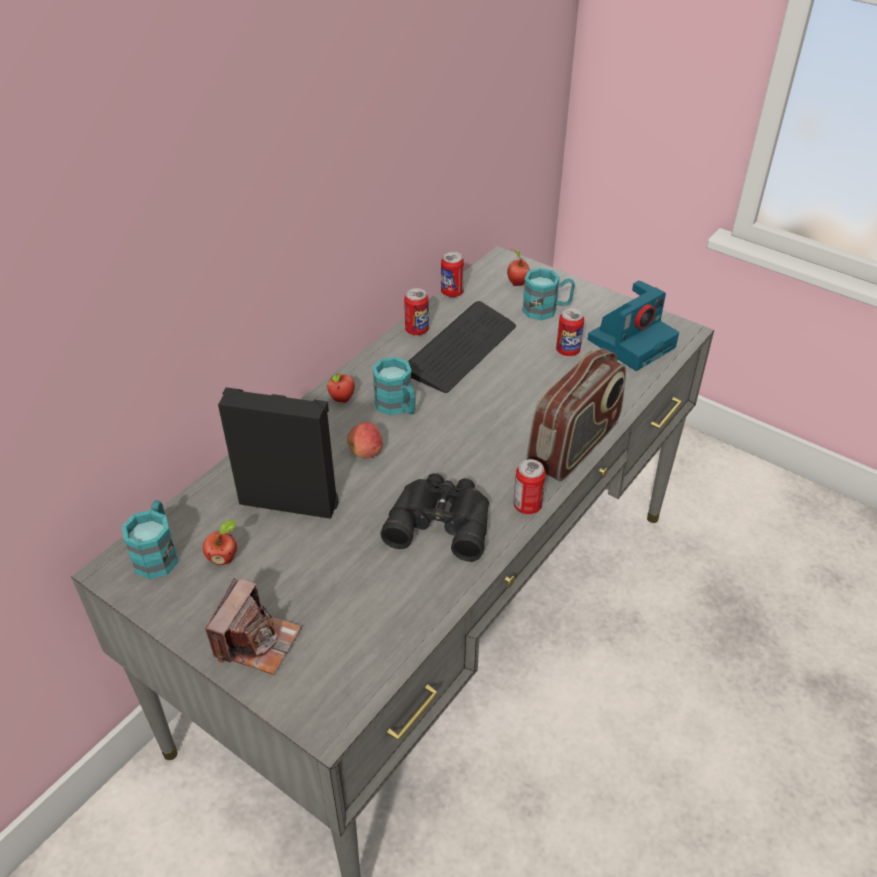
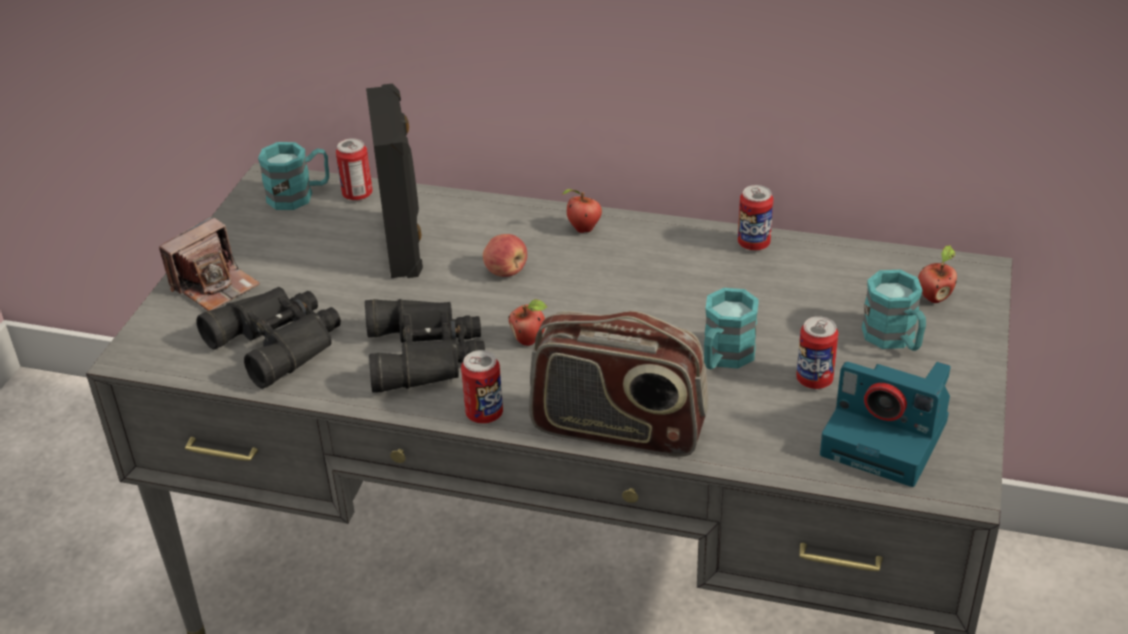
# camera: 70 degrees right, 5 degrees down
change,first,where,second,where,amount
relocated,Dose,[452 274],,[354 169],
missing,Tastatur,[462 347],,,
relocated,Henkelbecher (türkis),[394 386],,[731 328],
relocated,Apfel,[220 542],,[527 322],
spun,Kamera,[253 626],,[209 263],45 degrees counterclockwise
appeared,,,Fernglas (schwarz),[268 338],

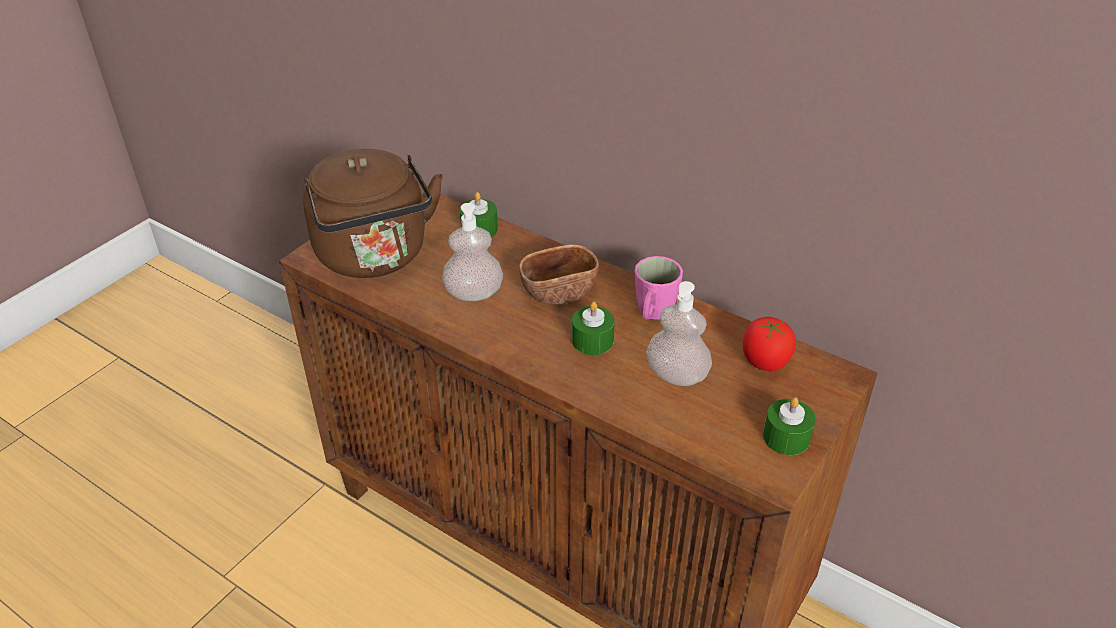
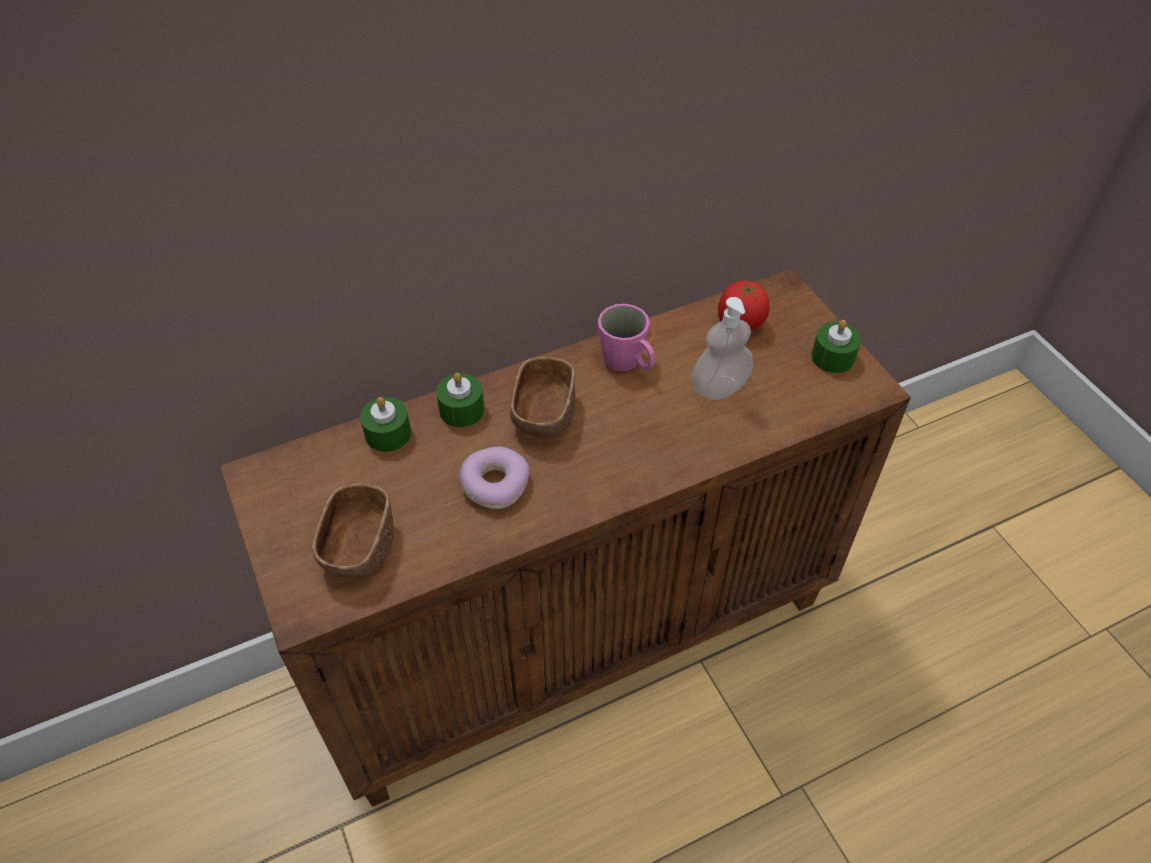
# camera: 60 degrees left, 10 degrees up
change,first,where,second,where,amount
exchanged,Wasserkessel (braun),[373 213],Schüssel (braun),[353 530],
exchanged,Seifenspender,[472 252],Donut,[494 477],
relocated,Kerze (grün),[593 328],,[460 400],

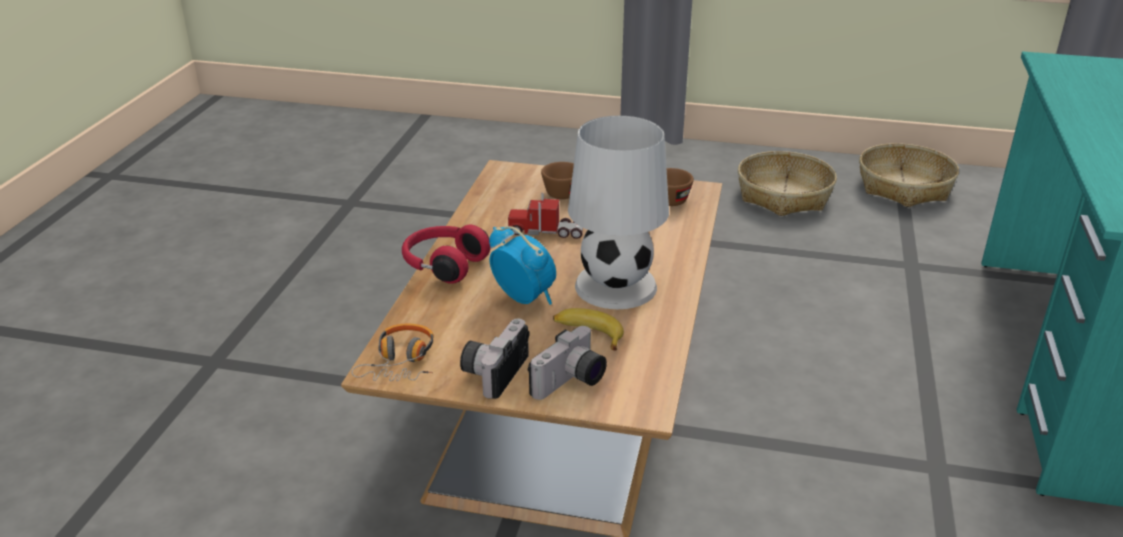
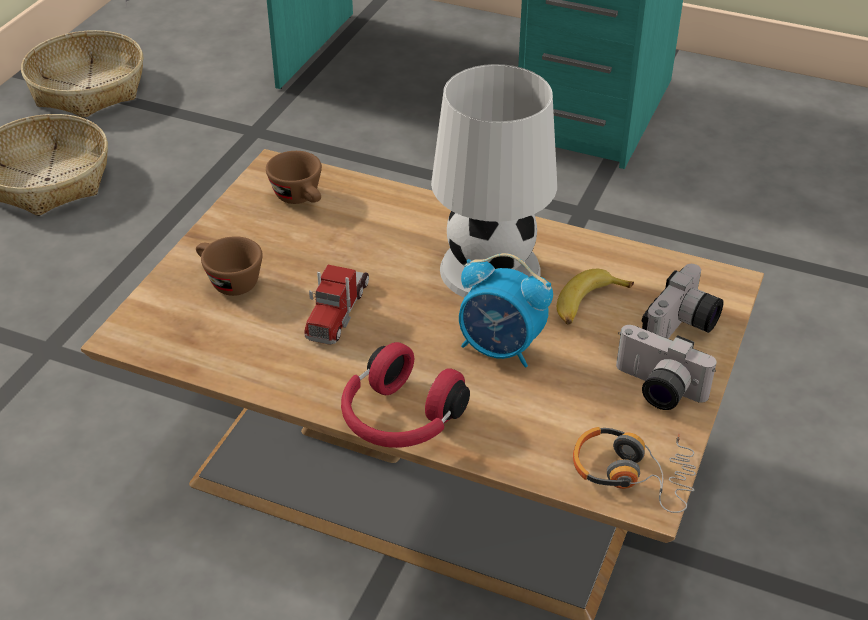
# camera: 80 degrees left, 10 degrees up
change,first,where,second,where,amount
spun,Wecker,[522 265],,[506 310],120 degrees counterclockwise
spun,Kamera,[567 363],,[683 301],75 degrees clockwise

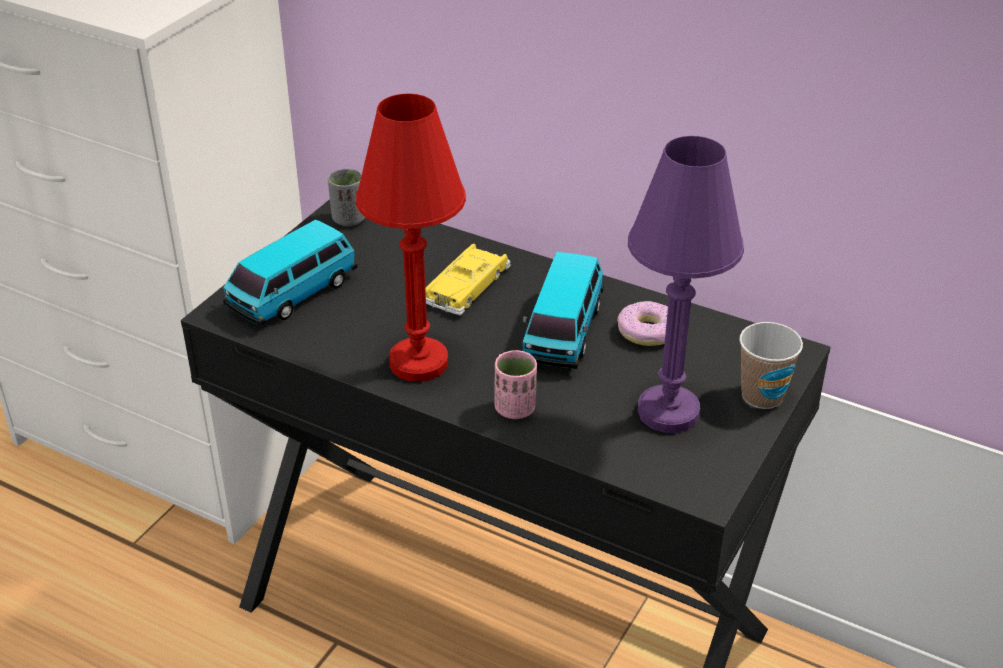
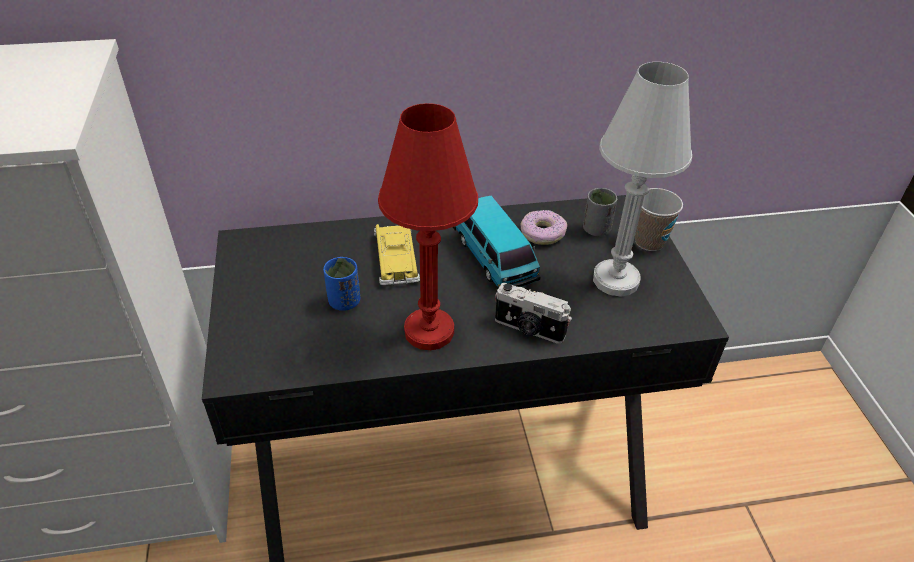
# camera: 40 degrees left, 5 degrees up
change,first,where,second,where,amount
colour,Tischlampe (lila),[686 284],Tischlampe (weiß),[642 179],
relocated,Tasse (grau),[346 197],,[600 212],
missing,Spielzeugauto,[290 273],,,
exchanged,Tasse (rosa),[515 384],Kamera,[533 313],
appeared,,,Tasse (blau),[341 284],

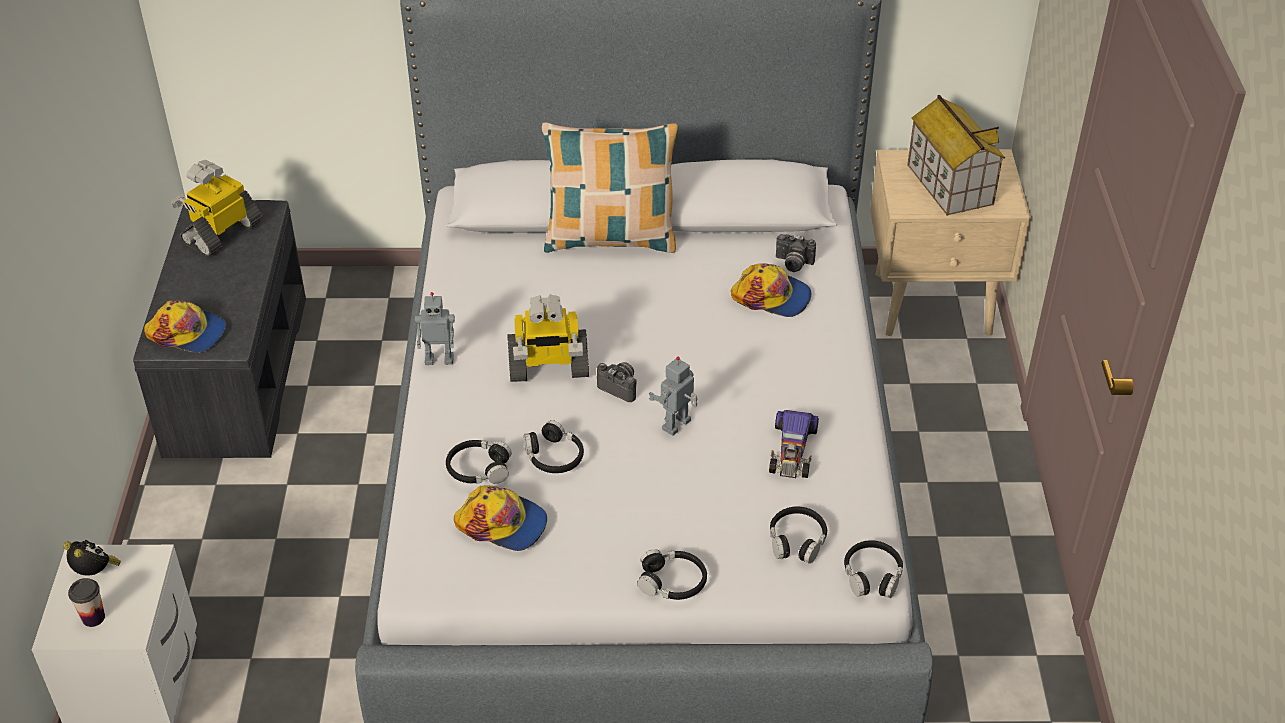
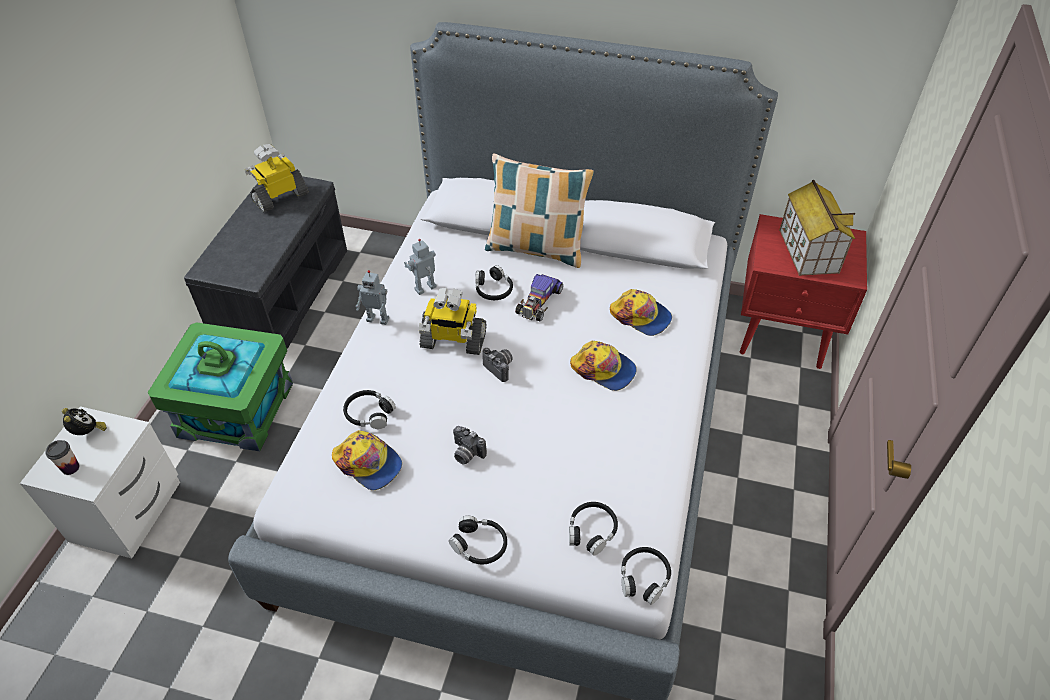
# camera: 15 degrees right, 5 degrees up
change,first,where,second,where,amount
colour,Nachttisch (beige),[950 242],Nachttisch (rot),[803 291],
relocated,Kamera,[796 253],,[470 445],
relocated,Kappe,[185 326],,[603 366],
relocated,Spielzeugroboter,[673 396],,[420 267],
relocated,Spielzeugauto,[794 444],,[539 297],
relocated,Kopfhörer (schwarz),[554 446],,[494 282],
appeared,,,Aufbewahrungsbox (grün),[220 386],

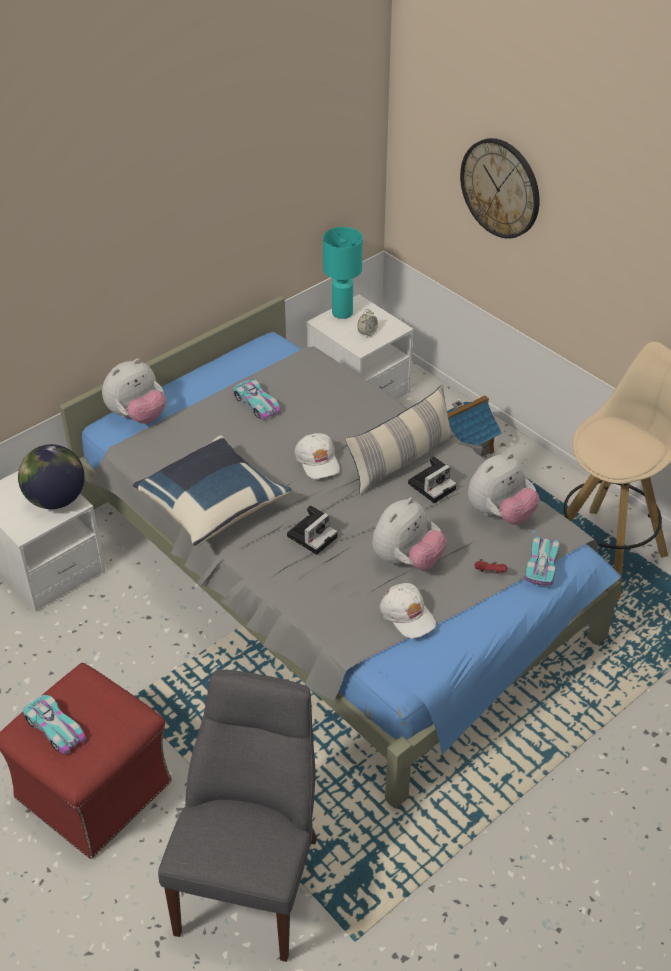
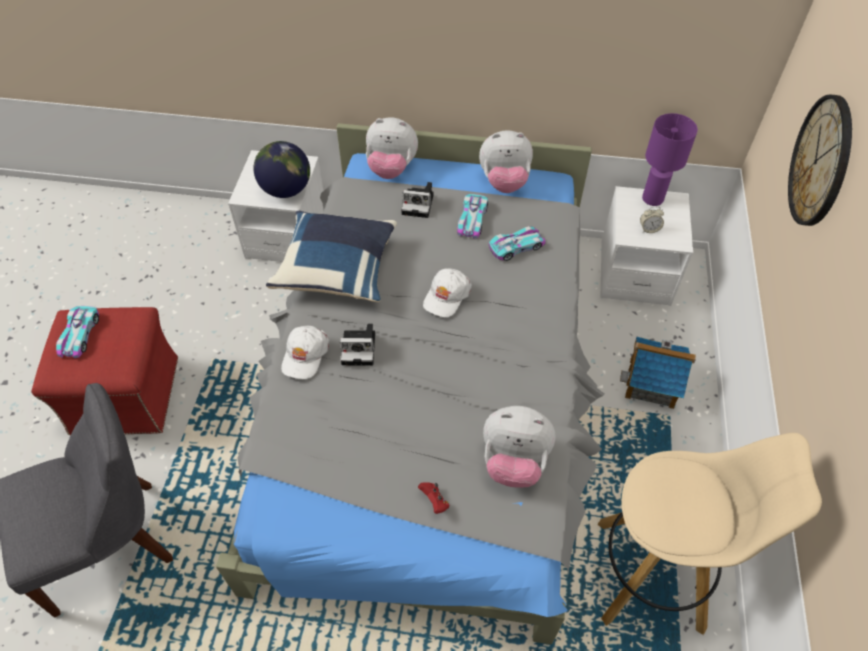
# camera: 50 degrees right, 10 degrees up
change,first,where,second,where,amount
colour,Tischlampe (türkis),[343 273],Tischlampe (lila),[670 159],
missing,Kissen,[400 439],,,
relocated,Kamera,[432 479],,[417 200],
relocated,Plüschtier,[409 533],,[506 161],
relocated,Spielzeugauto,[542 561],,[517 243],
relocated,Kappe (weiß),[408 611],,[305 352],

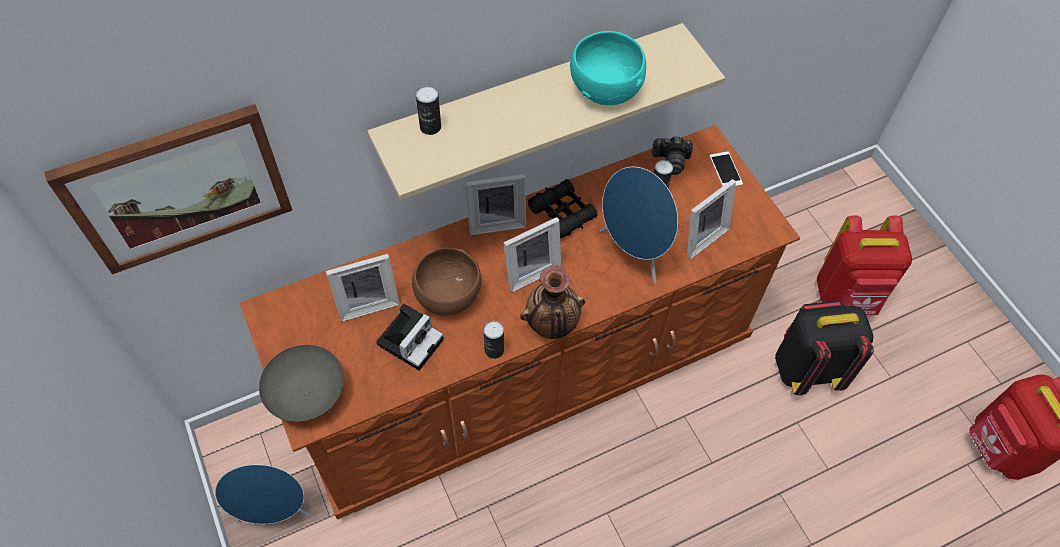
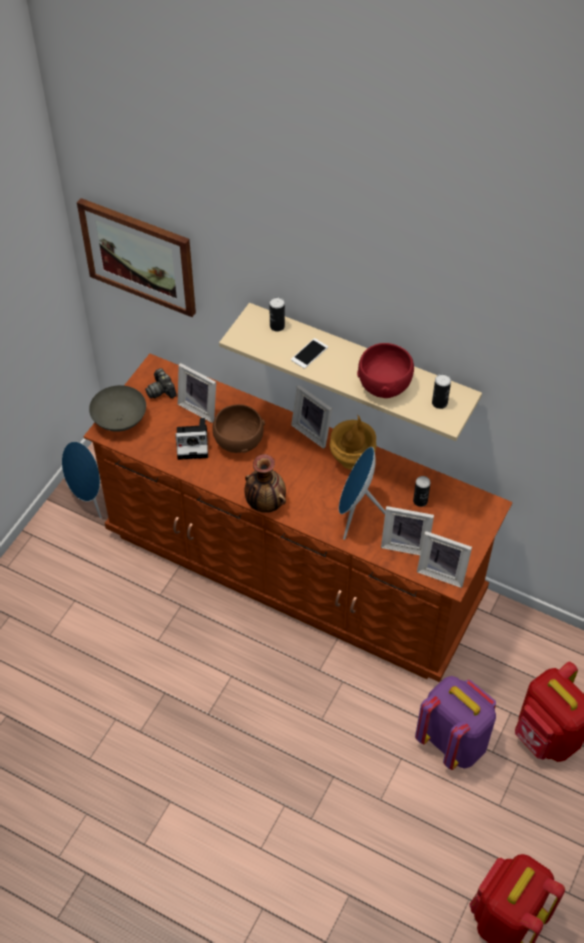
# camera: 55 degrees right, 5 degrees down
change,first,where,second,where,amount
colour,Schüssel (türkis),[608 68],Schüssel (rot),[385 370],
relocated,Kamera,[672 155],,[160 383],
relocated,Handy,[726 169],,[309 353],
exchanged,Fernglas (schwarz),[562 209],Vase (braun),[353 442],
relocated,Bilderrahmen,[533 254],,[444 559],
colour,Rucksack (schwarz),[824 347],Rucksack (lila),[455 723],
relocated,Dose,[494 340],,[441 391],

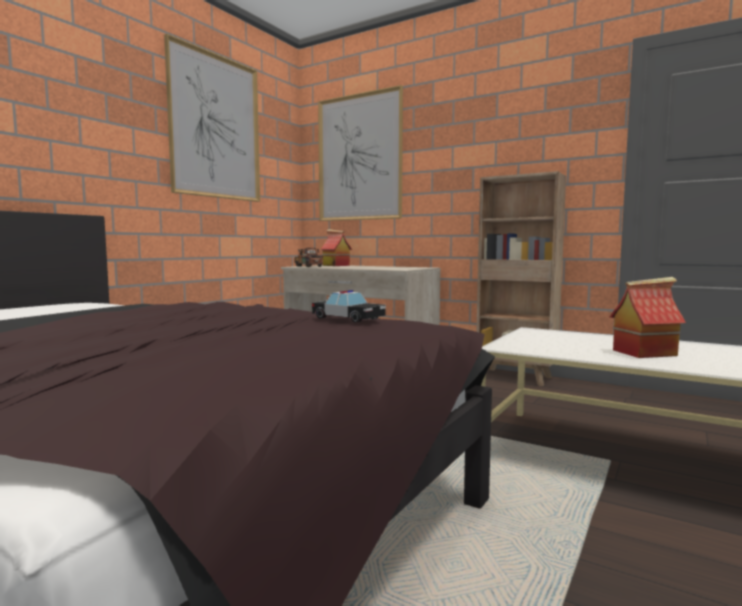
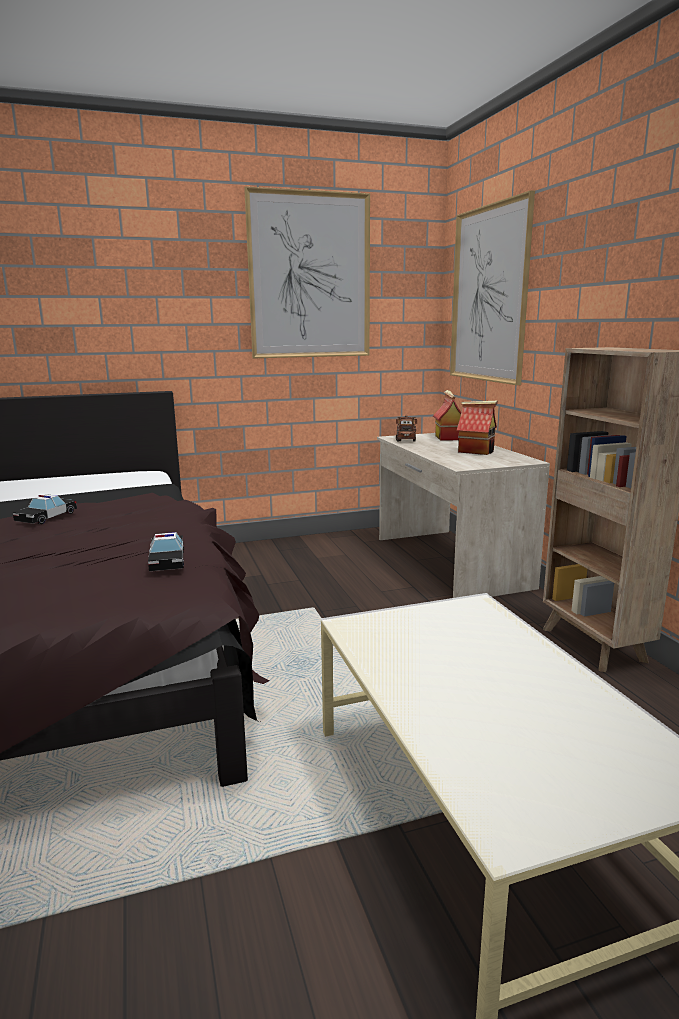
# camera: 40 degrees right, 10 degrees up
change,first,where,second,where,amount
relocated,Spielzeughaus,[648 317],,[477 428],
appeared,,,Spielzeugauto,[45 509],

